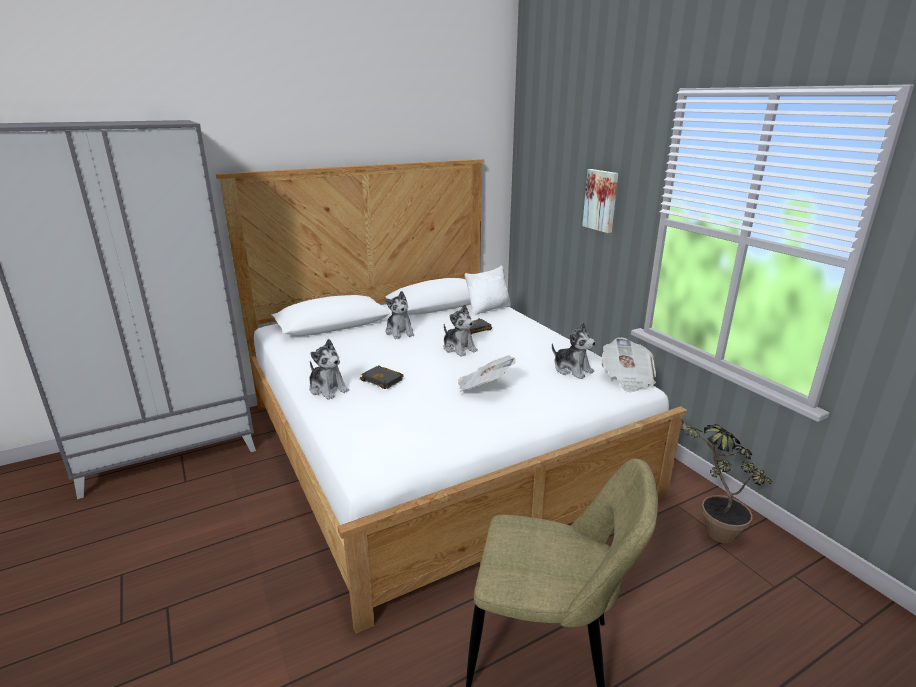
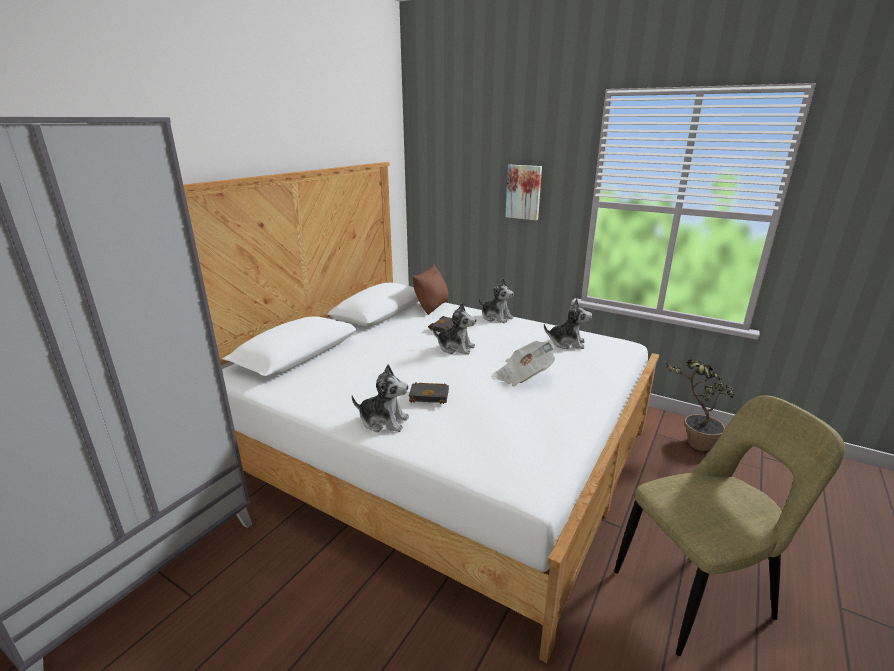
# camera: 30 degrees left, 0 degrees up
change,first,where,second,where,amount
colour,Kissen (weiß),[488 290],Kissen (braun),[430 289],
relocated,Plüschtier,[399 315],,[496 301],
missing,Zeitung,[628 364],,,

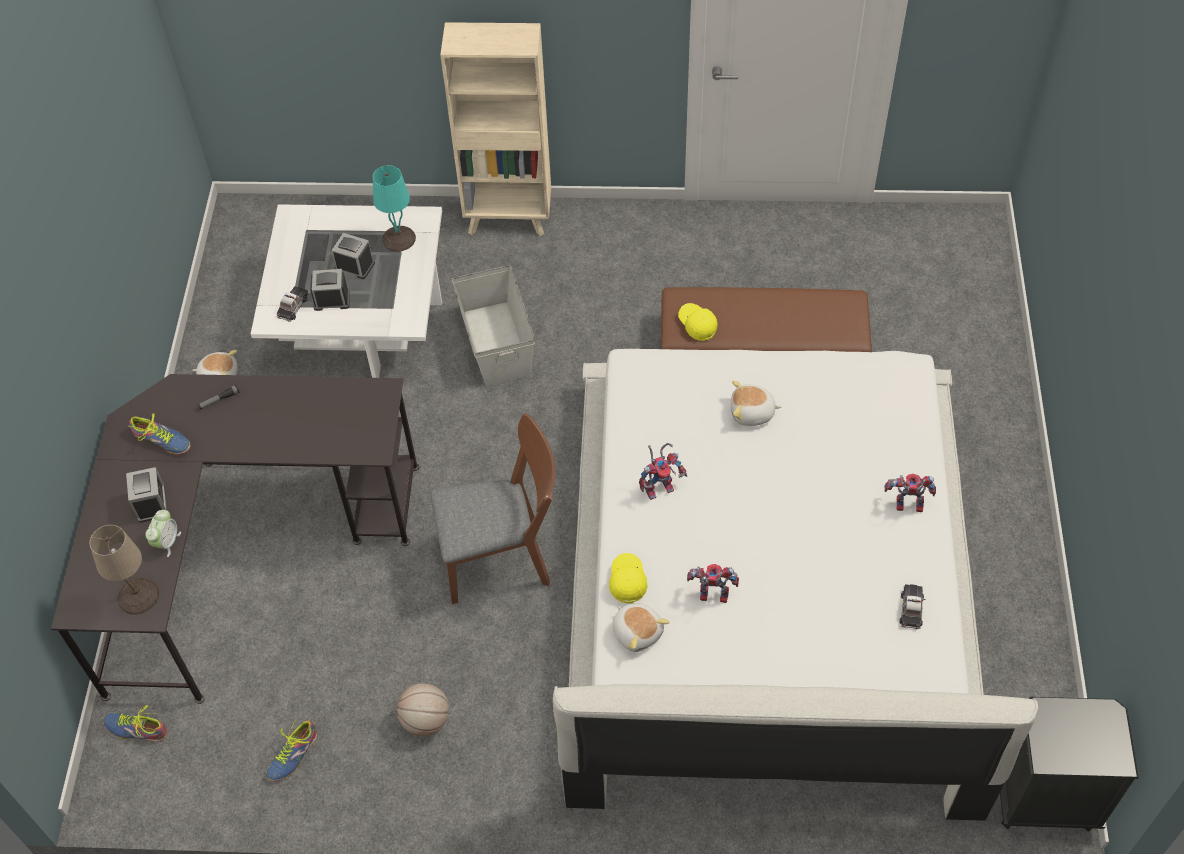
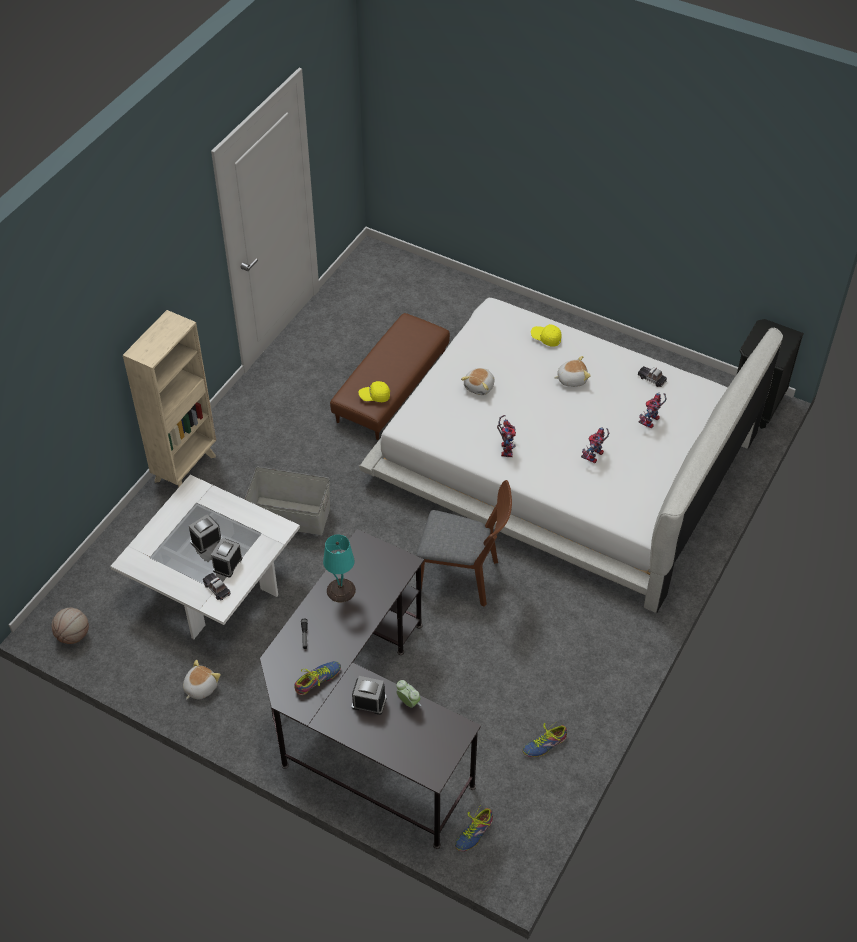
# camera: 65 degrees left, 5 degrees down
change,first,where,second,where,amount
relocated,Tischlampe (türkis),[394 208],,[339 568],
spun,Stuhl (braun),[492 508],,[464 543],90 degrees clockwise
relocated,Spielzeugroboter,[910 493],,[652 410],
missing,Tischlampe (beige),[124 570],,,
relocated,Kappe (gelb),[628 578],,[546 335],
relocated,Plüschtier,[641 627],,[572 371],
relocated,Basketball,[422 709],,[70 626],
spun,Schuh,[291 751],,[545 738],90 degrees clockwise

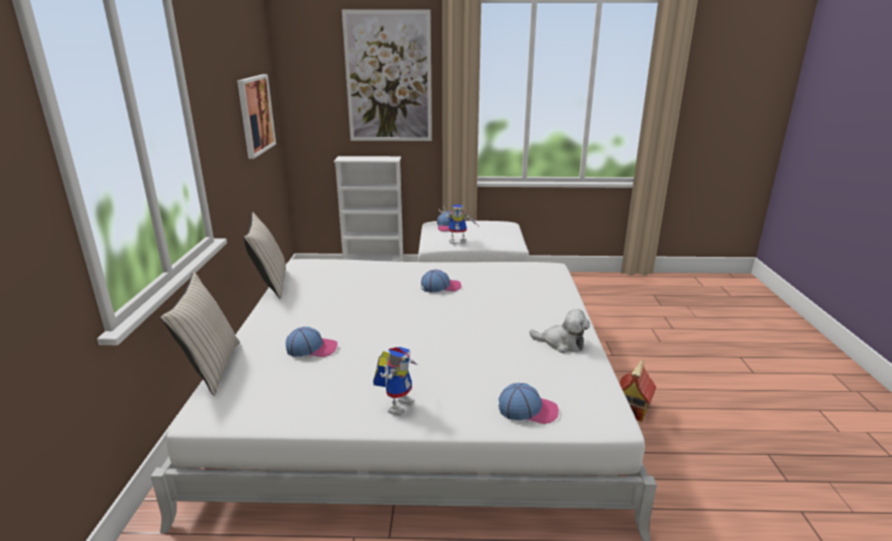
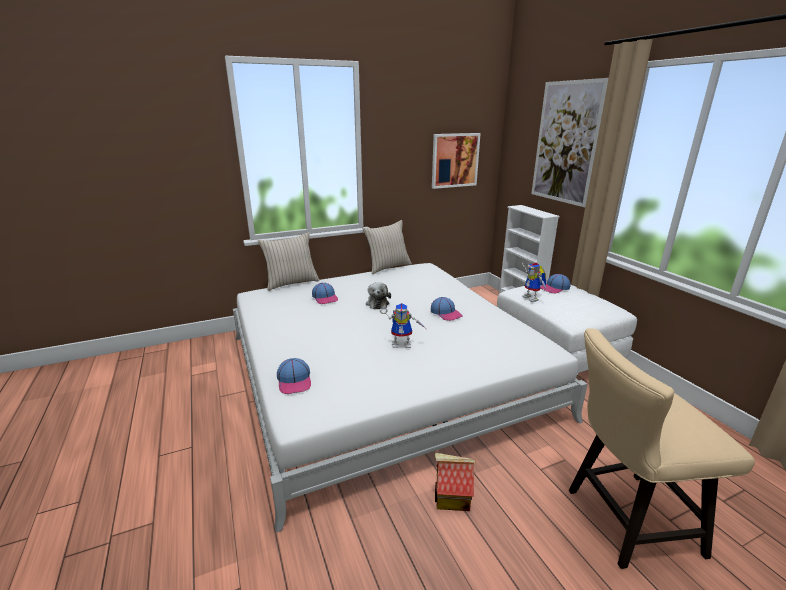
# camera: 65 degrees right, 0 degrees up
change,first,where,second,where,amount
relocated,Plüschtier,[559 331],,[378 295],
relocated,Spielzeugroboter,[395 381],,[402 325],
appeared,,,Stuhl (beige),[662 449],

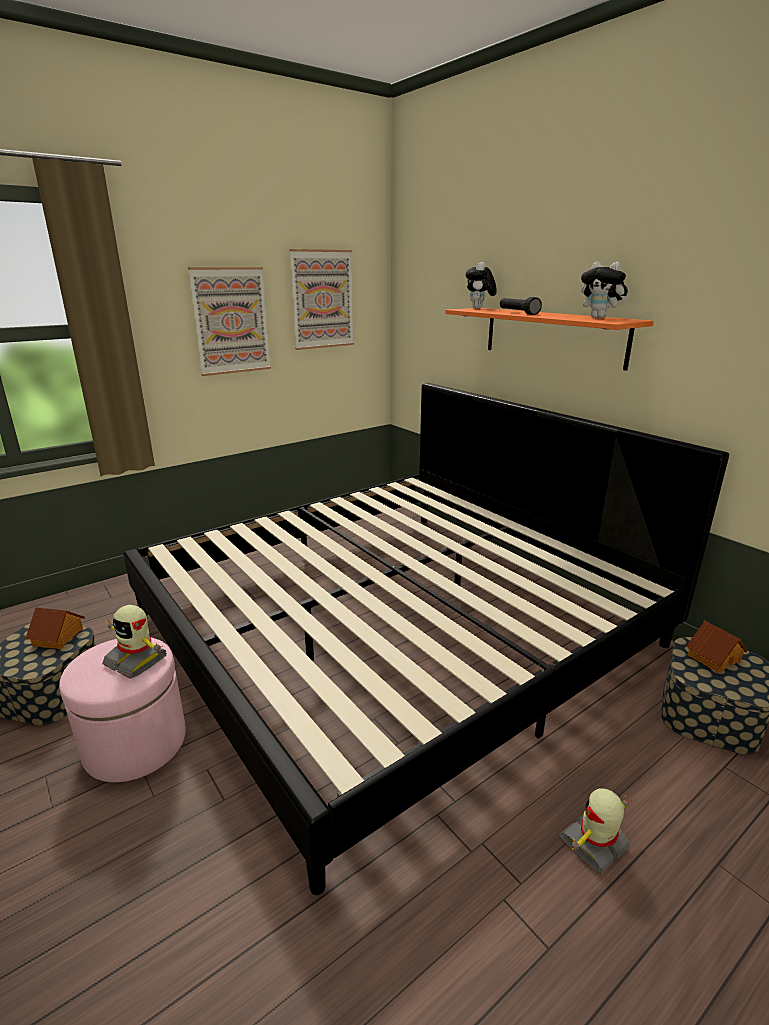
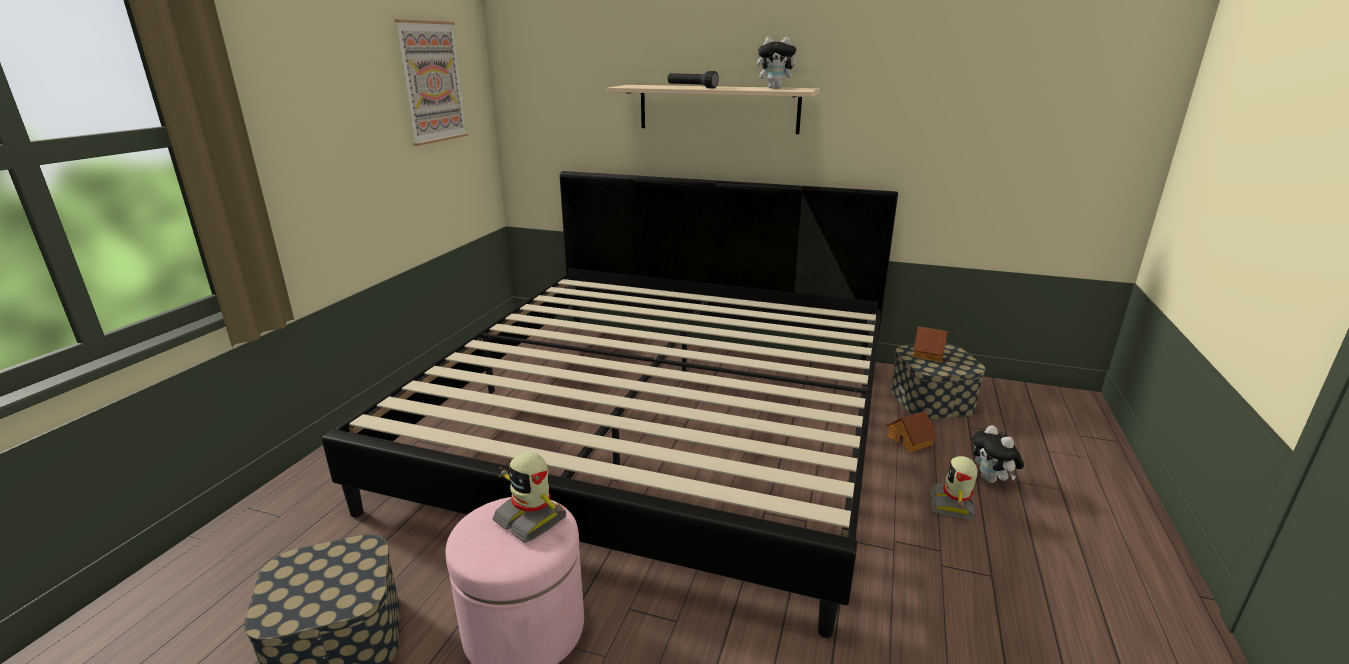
# camera: 35 degrees left, 0 degrees up
change,first,where,second,where,amount
relocated,Plüschtier,[481 285],,[998 454],
missing,Bild,[229 321],,,
colour,Wandregal (orange),[549 339],Wandregal (beige),[713 109],
spun,Spielzeugroboter,[134 642],,[530 497],45 degrees clockwise
relocated,Spielzeughaus,[55 628],,[911 431],

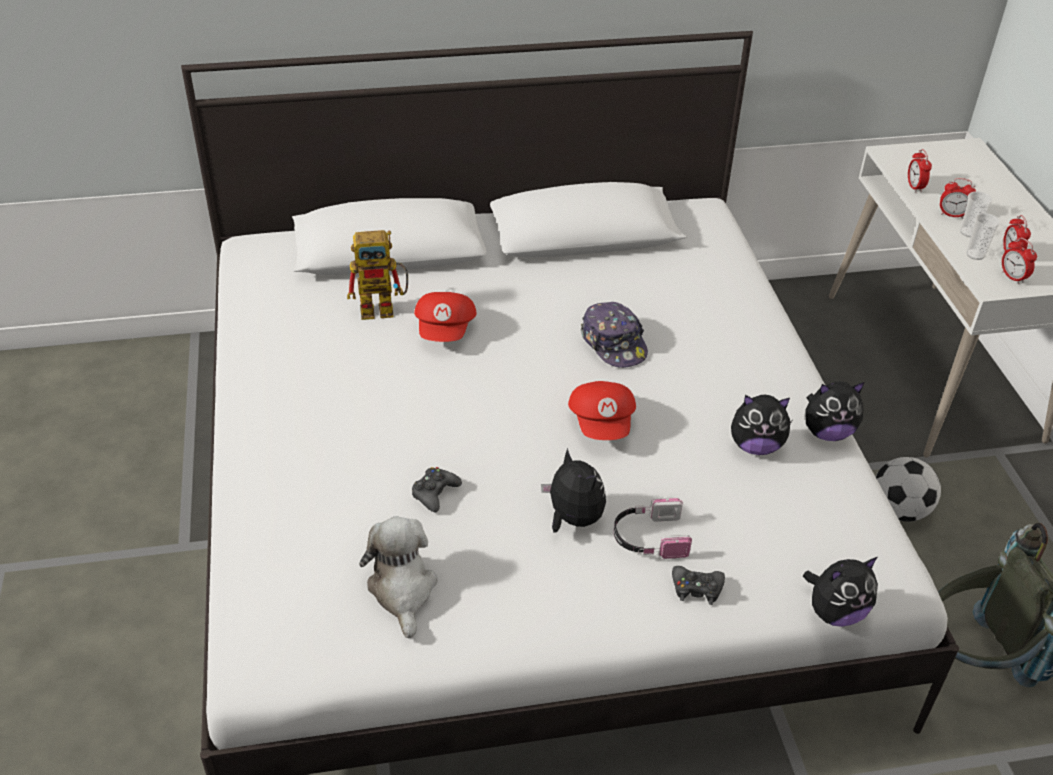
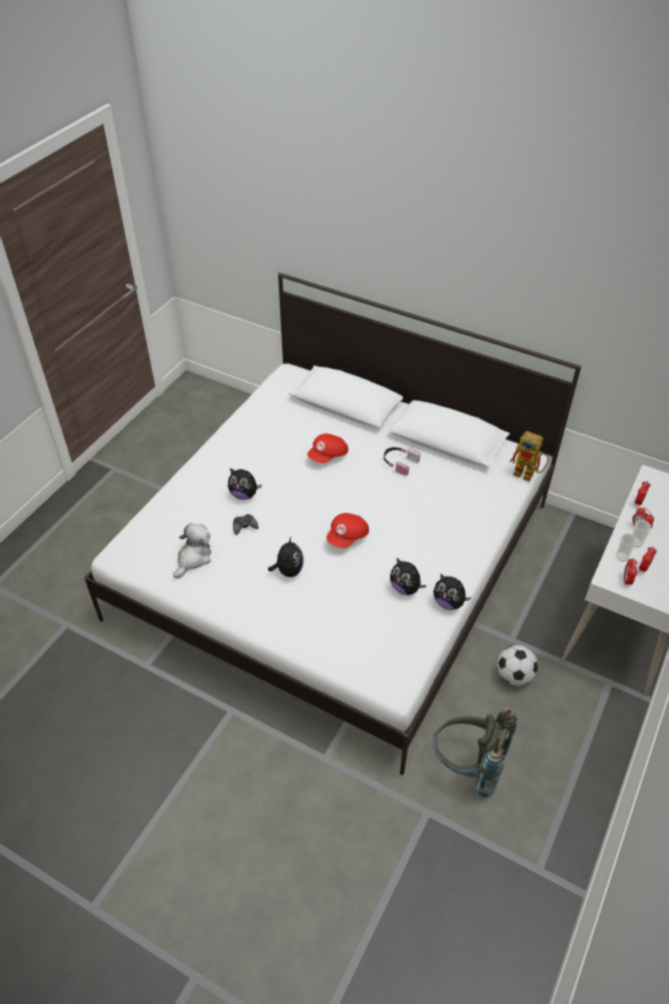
# camera: 40 degrees right, 5 degrees up
change,first,where,second,where,amount
relocated,Spielzeugroboter,[377 275],,[529 456],
missing,Kappe,[614 335],,,
relocated,Kopfhörer,[653 528],,[402 461],
relocated,Plüschtier,[840 592],,[245 484],
missing,Gamepad (schwarz),[698 585],,,

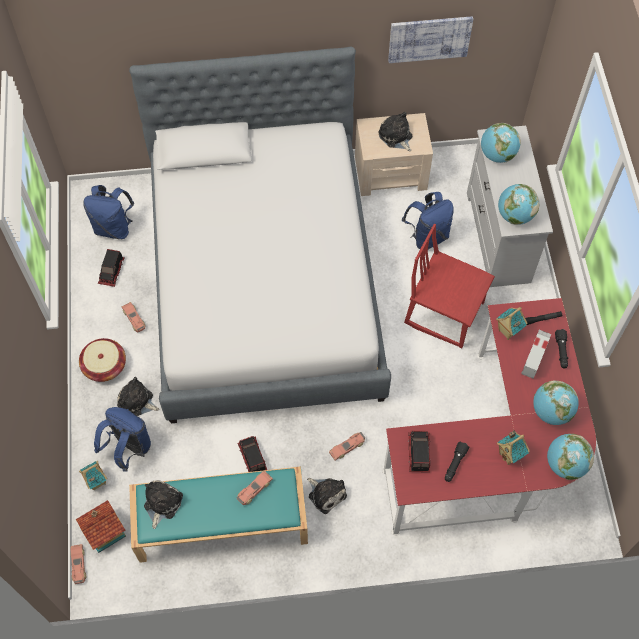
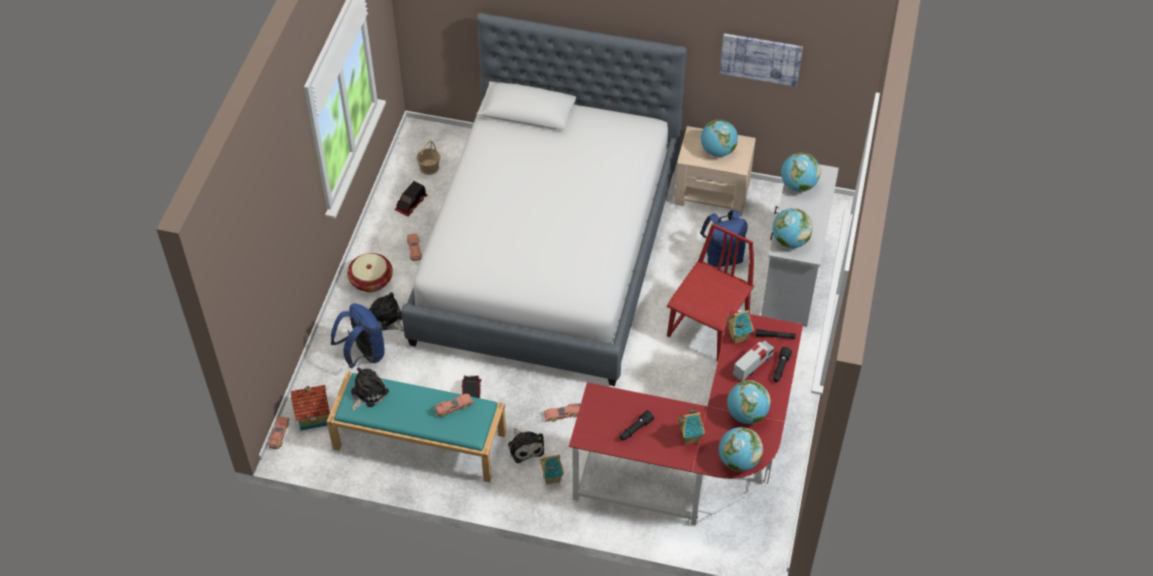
# camera: 20 degrees right, 10 degrees down
change,first,where,second,where,amount
exchanged,Plüschtier,[395 131],Globus,[719 138],
exchanged,Rucksack (blau),[109 212],Korb,[428 158],
spun,Stuhl (rot),[449 286],,[710 292],75 degrees clockwise
missing,Spielzeuglaster,[419 451],,,
relocated,Spielzeughaus,[93 475],,[551 470],

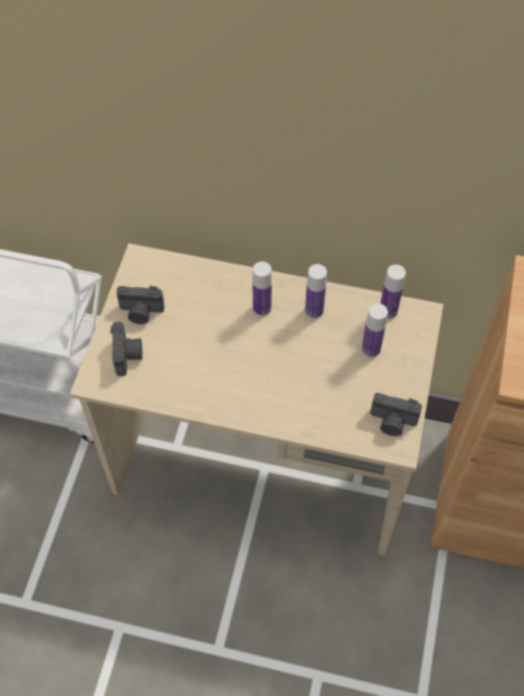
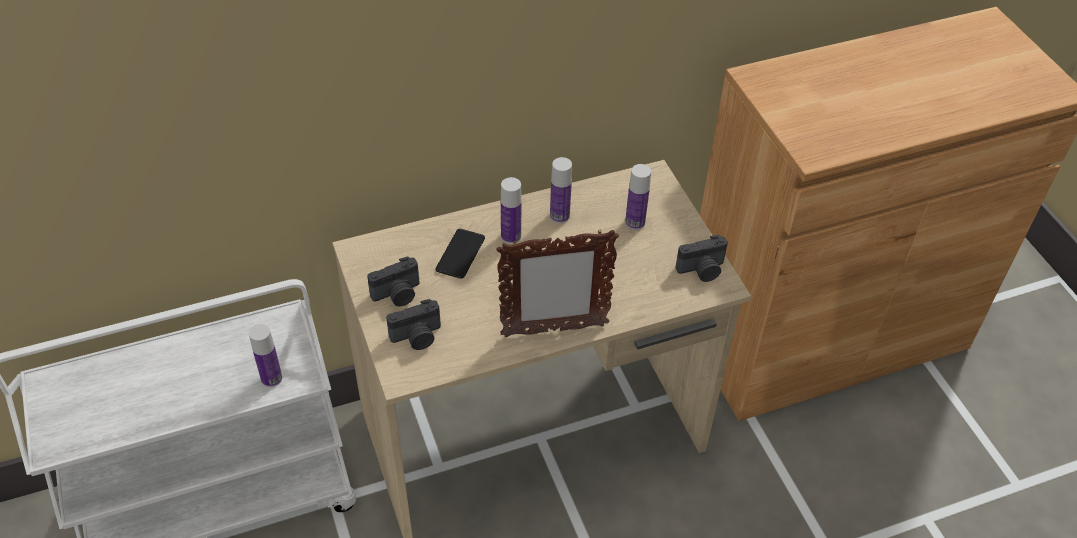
# camera: 35 degrees left, 10 degrees down
change,first,where,second,where,amount
relocated,Flasche,[393 292],,[265 355],
spun,Kamera,[126 349],,[413 324],105 degrees clockwise
appeared,,,Handy,[460 254],
appeared,,,Bilderrahmen,[557 284],

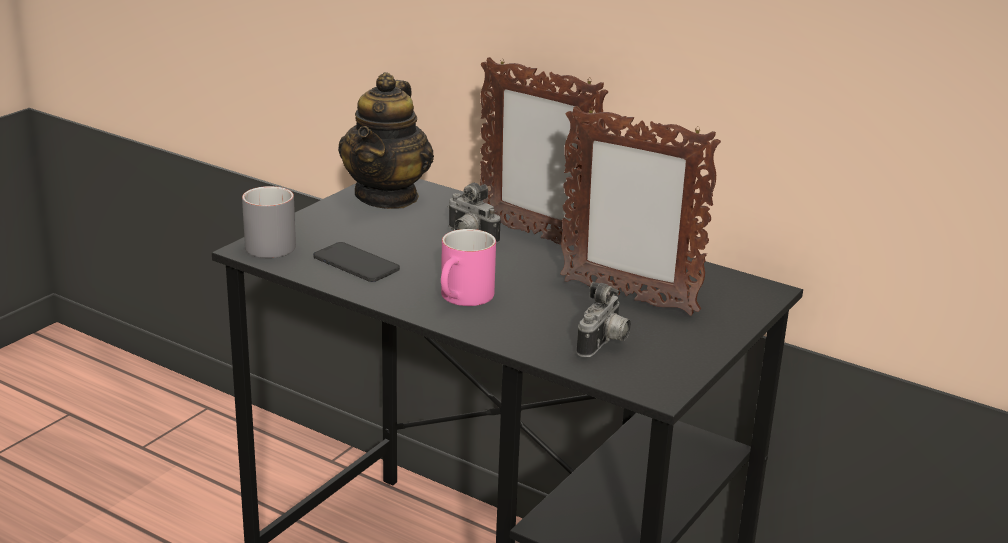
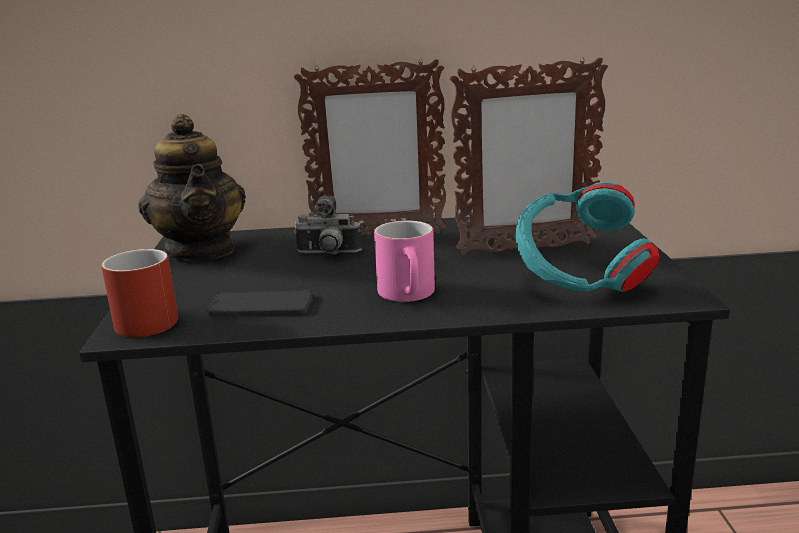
# camera: 35 degrees left, 5 degrees down
change,first,where,second,where,amount
colour,Henkelbecher (grau),[269 222],Henkelbecher (rot),[139 293],
exchanged,Kamera,[604 319],Kopfhörer (türkis),[587 237],

